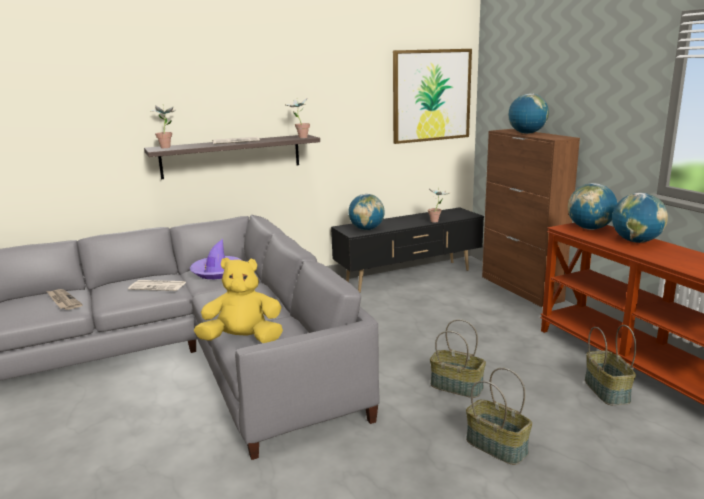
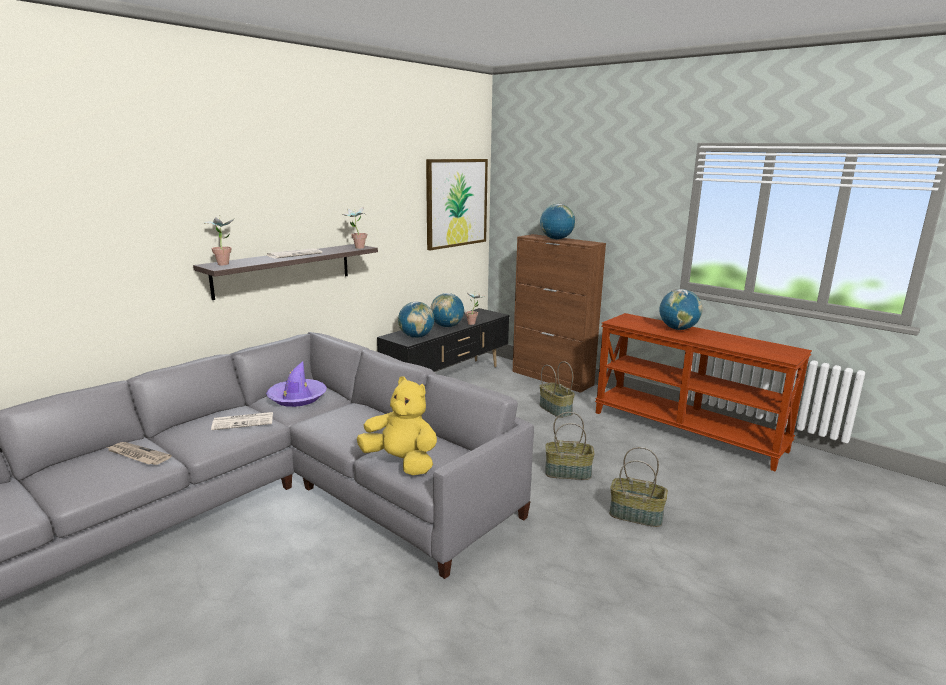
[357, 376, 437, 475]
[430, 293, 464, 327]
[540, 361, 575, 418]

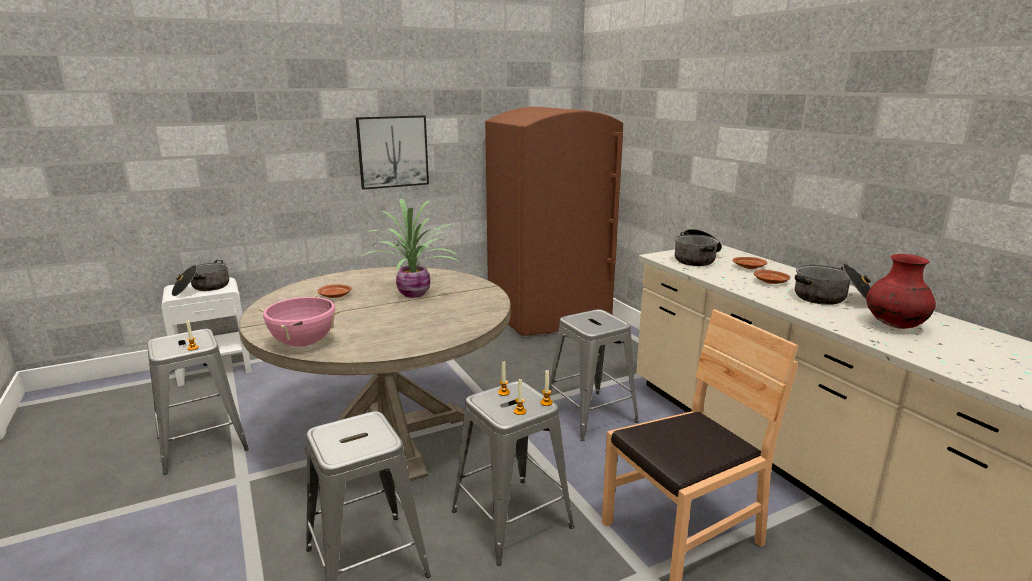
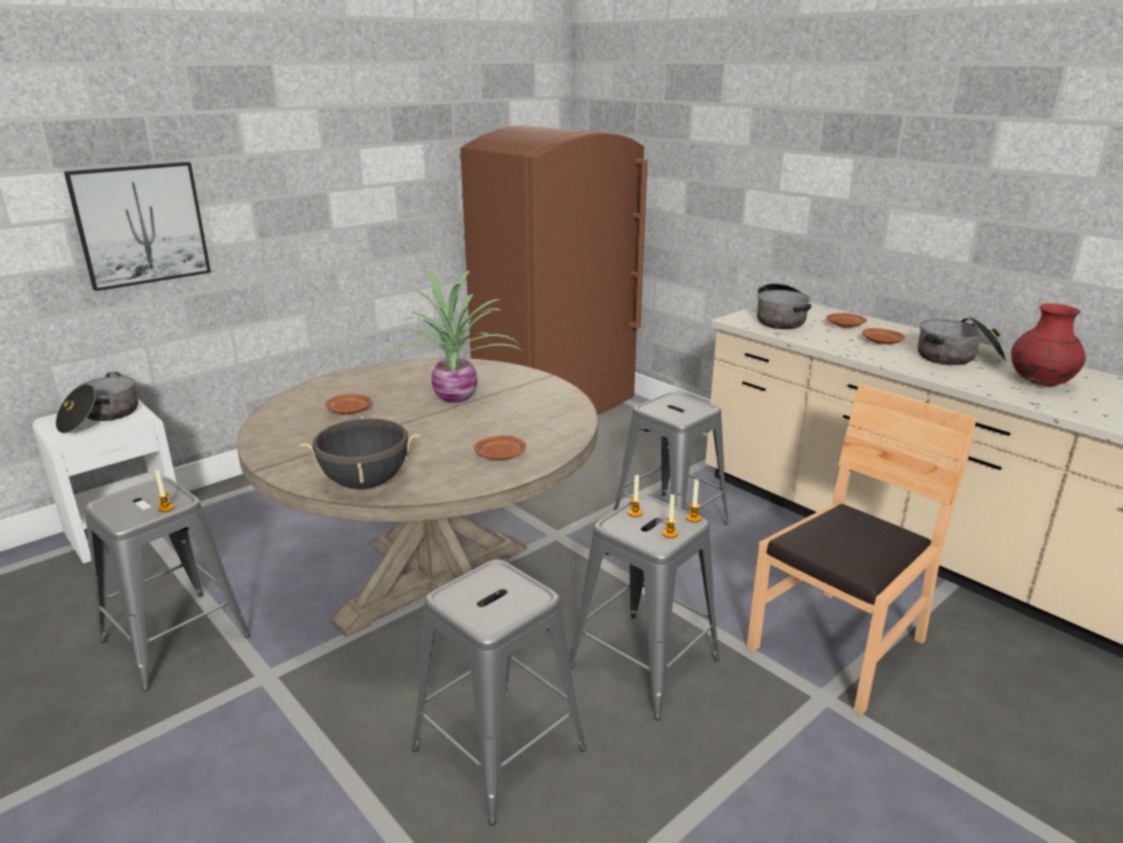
[64, 162, 211, 291]
[300, 416, 420, 489]
[474, 436, 526, 460]

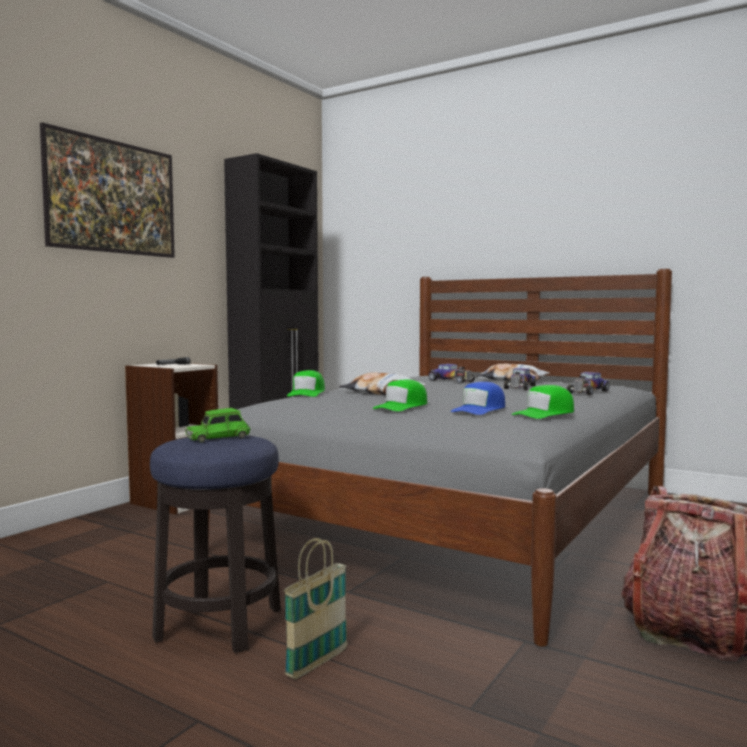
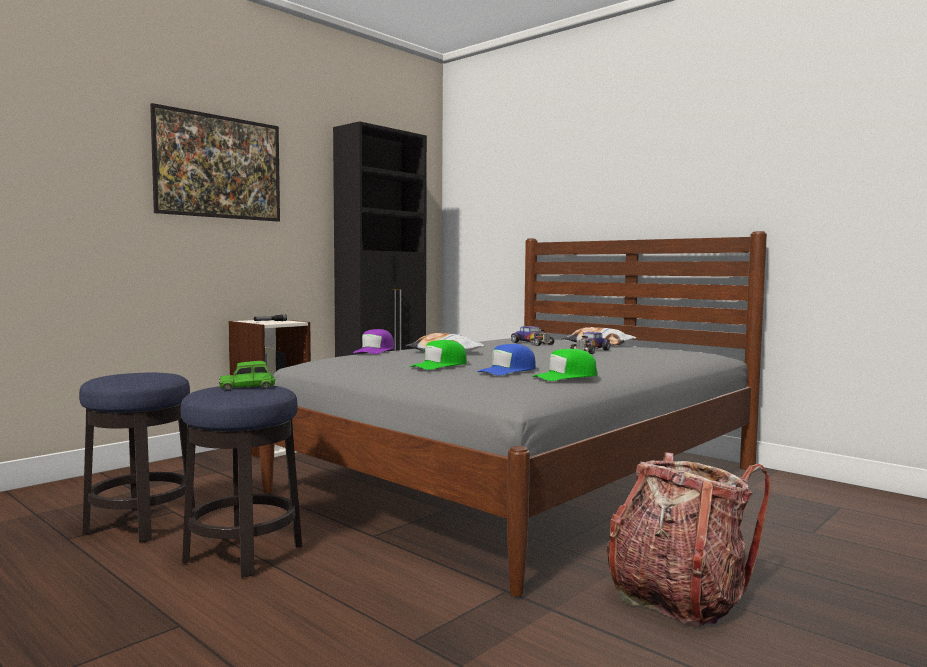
[79, 373, 195, 542]
[353, 329, 394, 354]
[284, 538, 348, 679] (first image)
[567, 372, 610, 395] (first image)

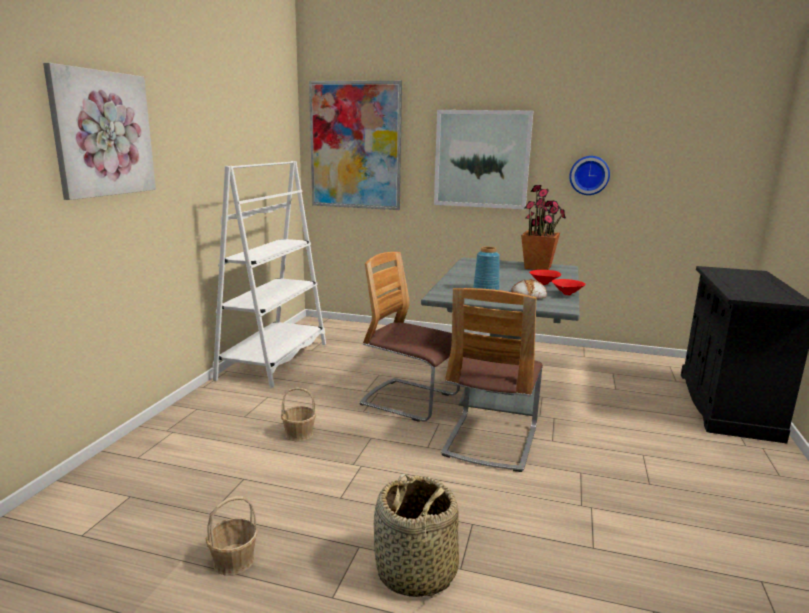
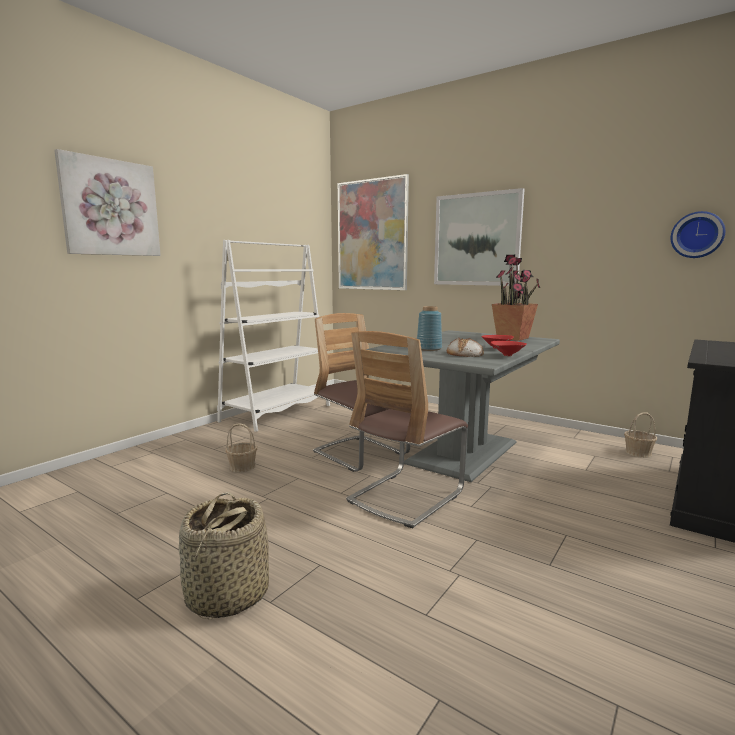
[624, 412, 657, 458]
[671, 211, 725, 258]

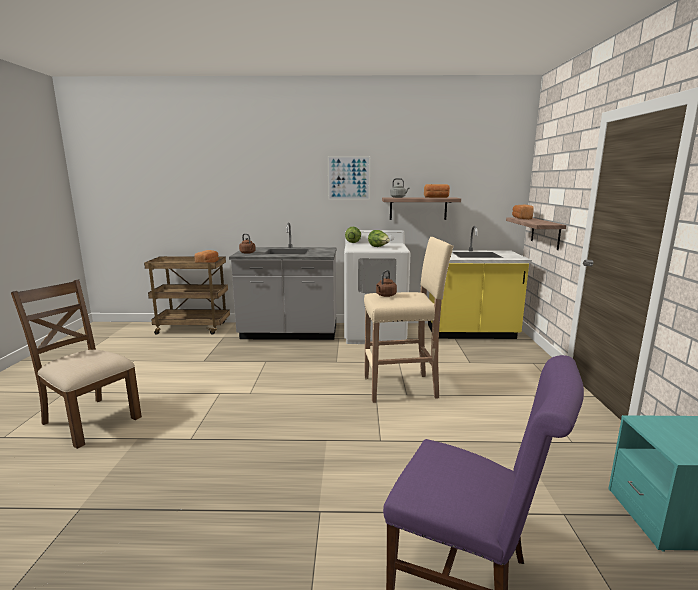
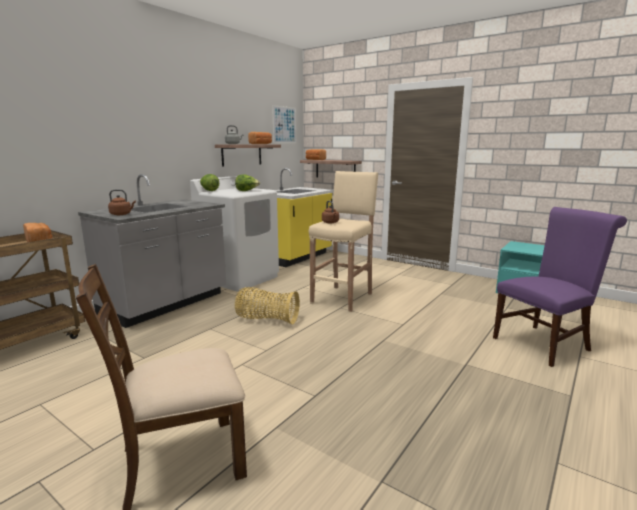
[235, 287, 300, 324]
[272, 105, 296, 143]

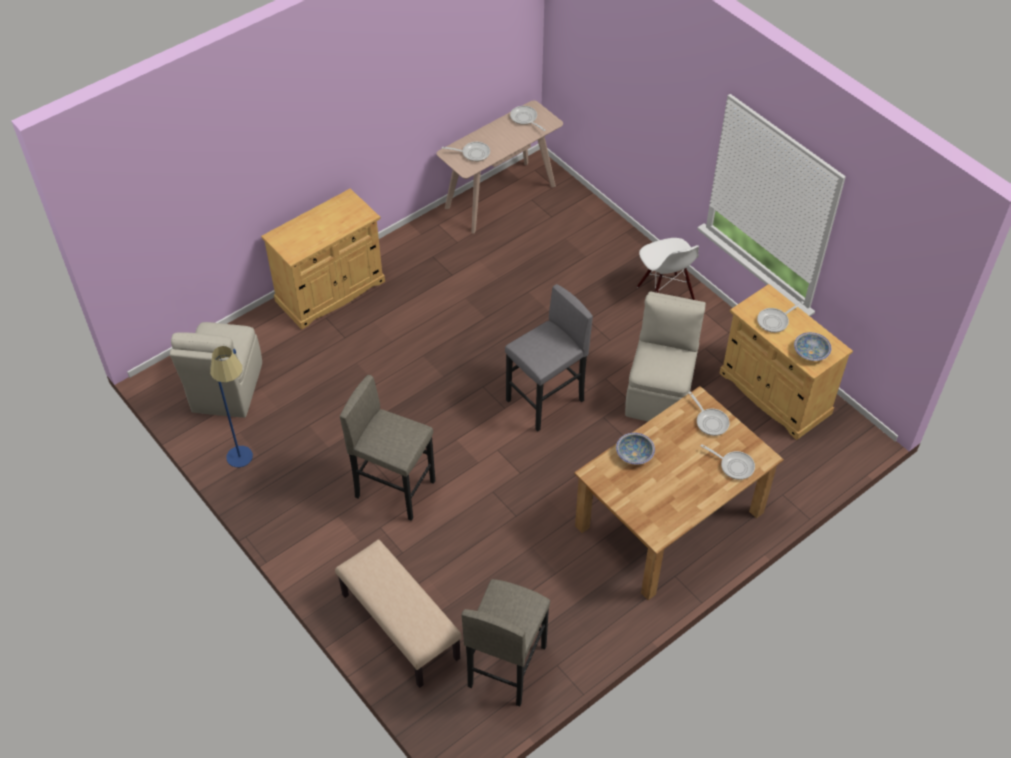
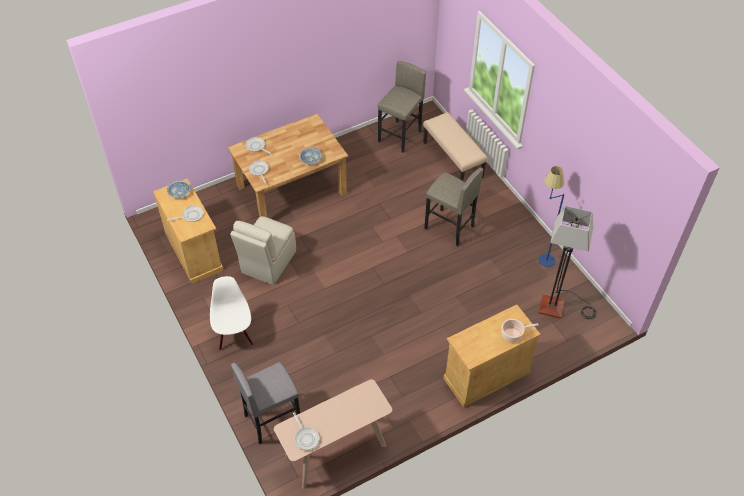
[231, 362, 300, 444]
[502, 319, 538, 342]
[539, 206, 596, 319]
[442, 142, 490, 162] (first image)

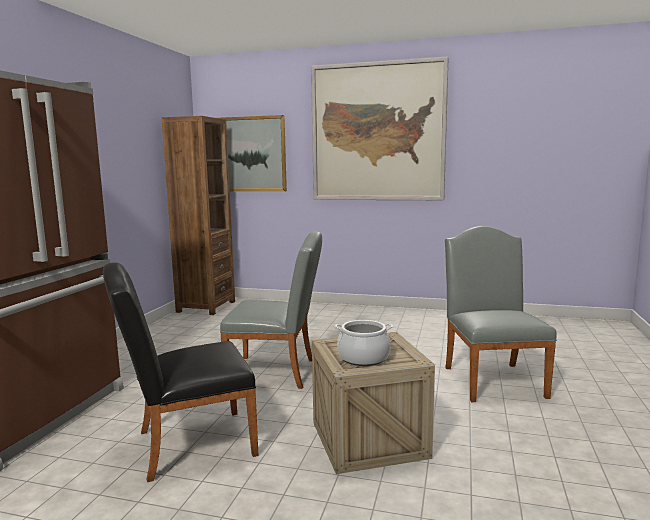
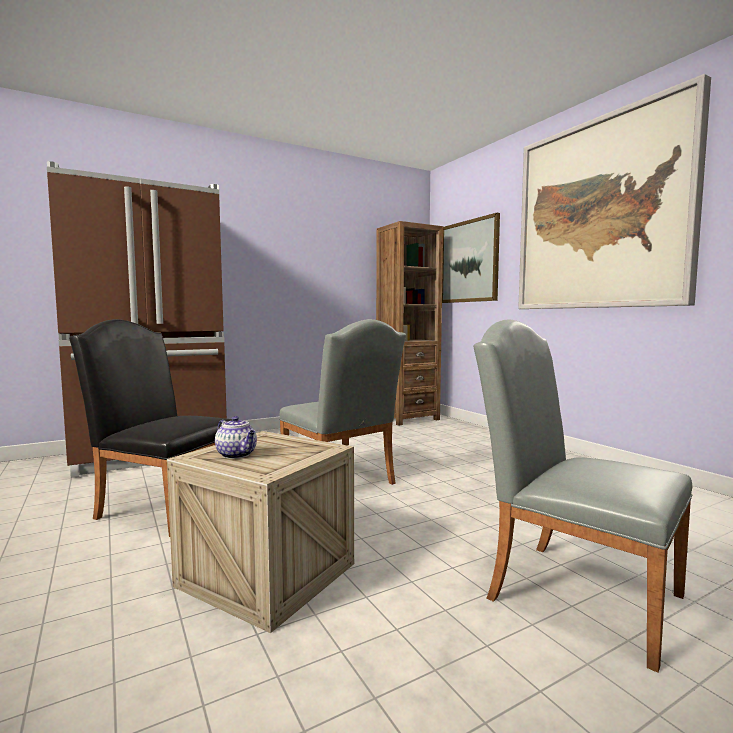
[215, 416, 257, 459]
[473, 320, 692, 673]

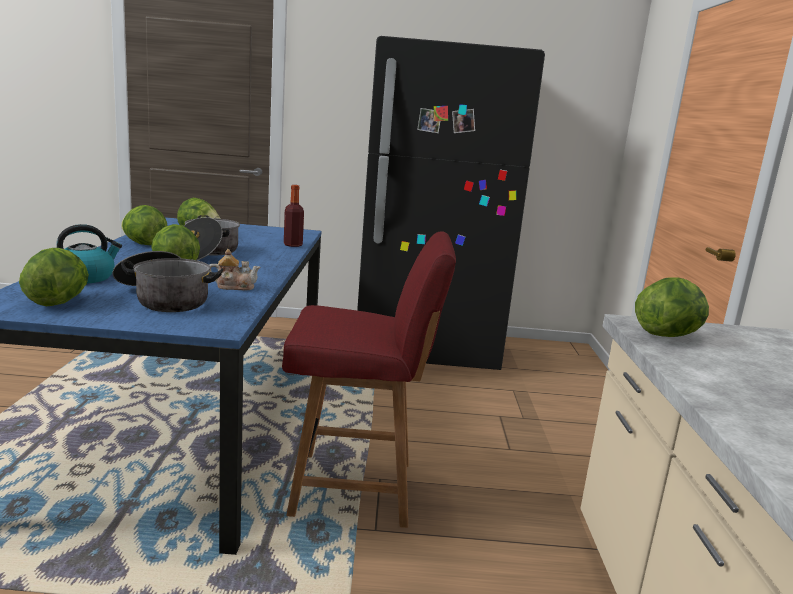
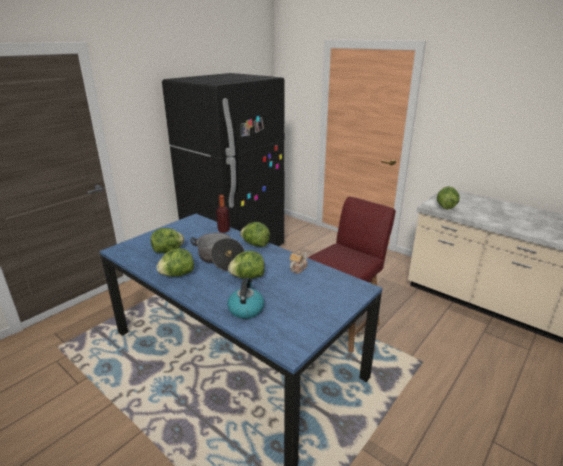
[240, 222, 270, 247]
[113, 251, 223, 312] (first image)

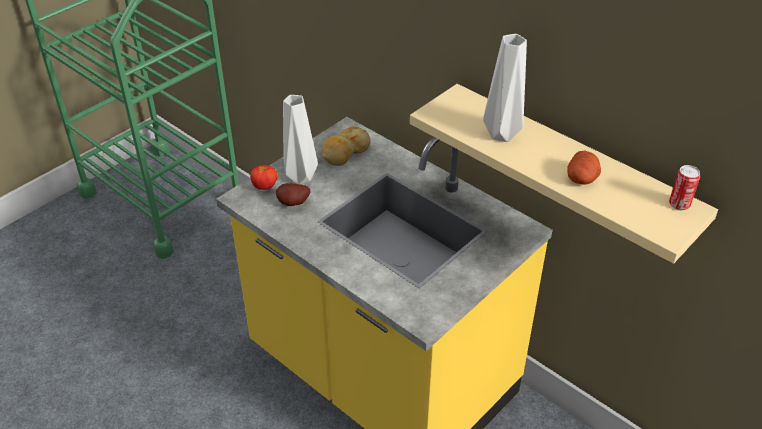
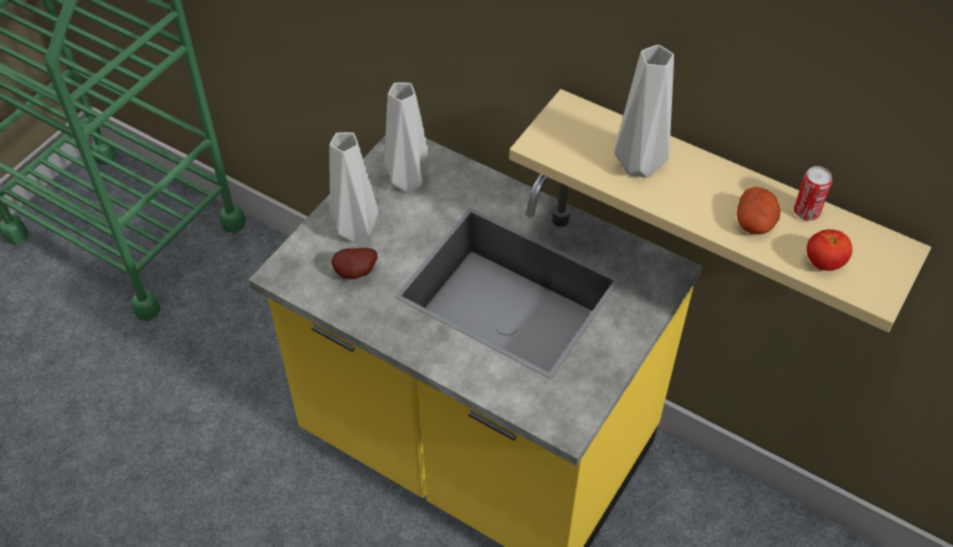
[385, 83, 431, 193]
[794, 166, 832, 220]
[806, 229, 852, 271]

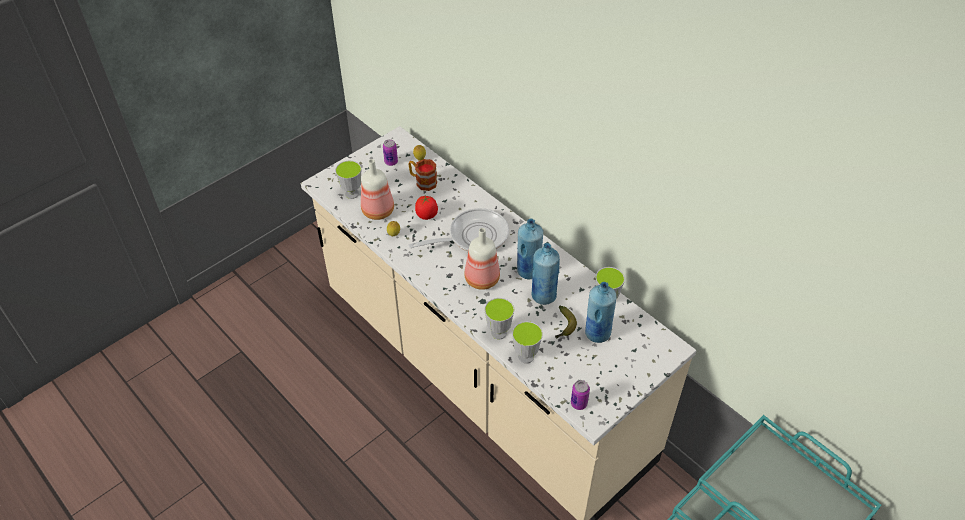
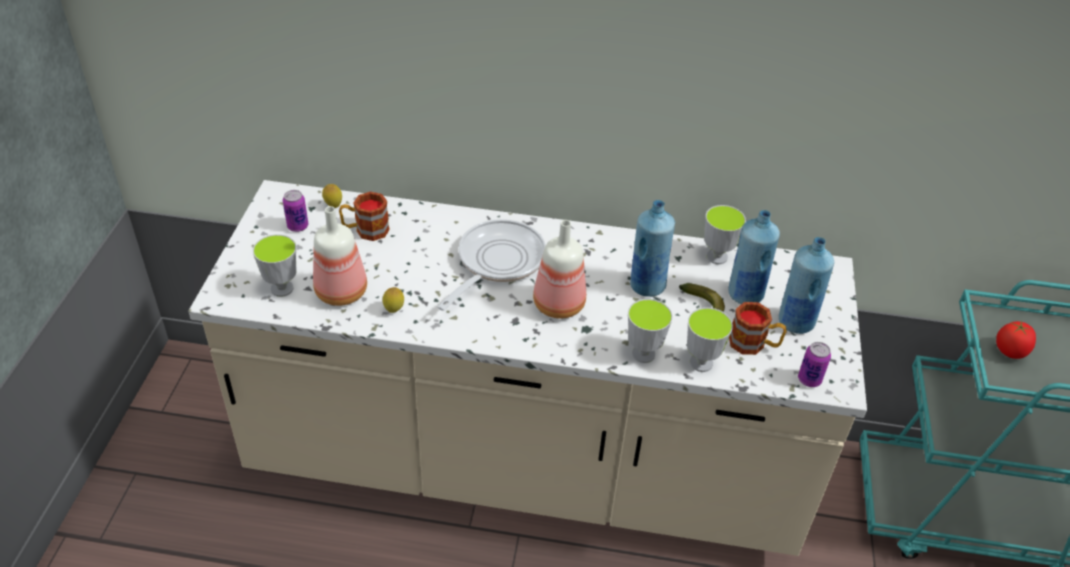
[729, 302, 787, 355]
[779, 237, 834, 334]
[996, 320, 1036, 359]

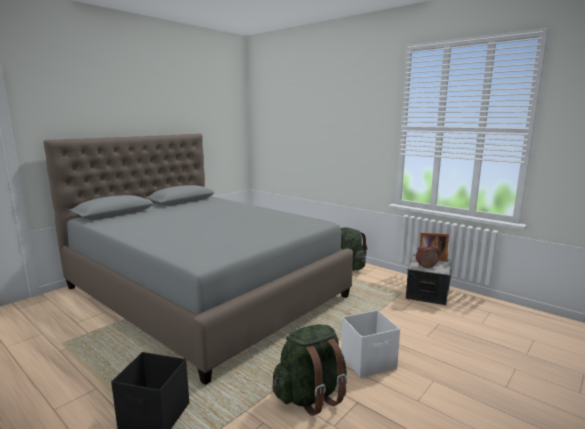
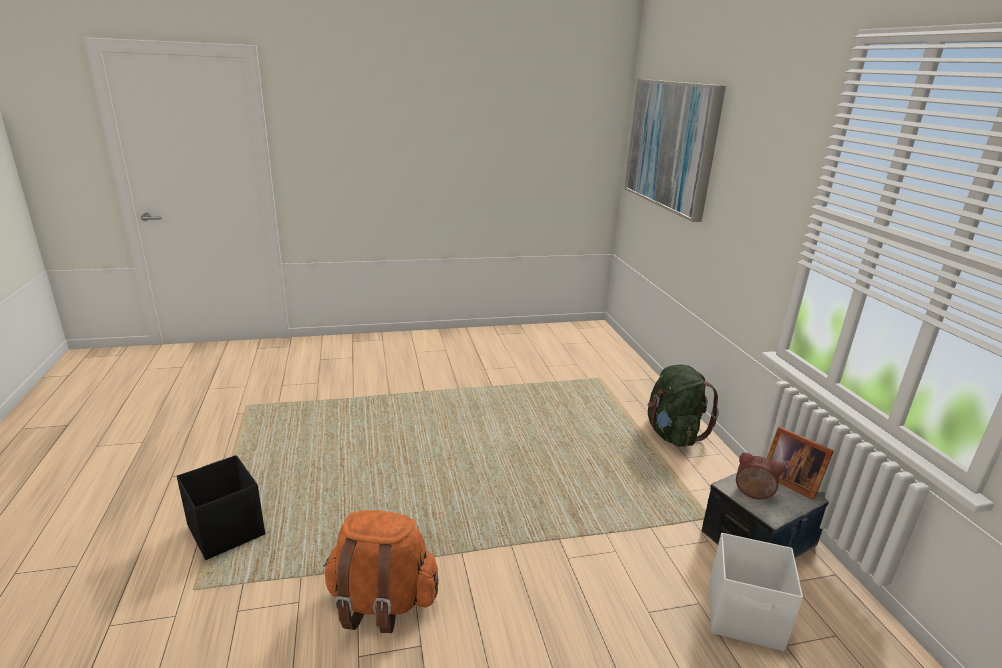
[324, 510, 439, 633]
[625, 79, 726, 222]
[709, 533, 803, 651]
[43, 134, 353, 385] (first image)

